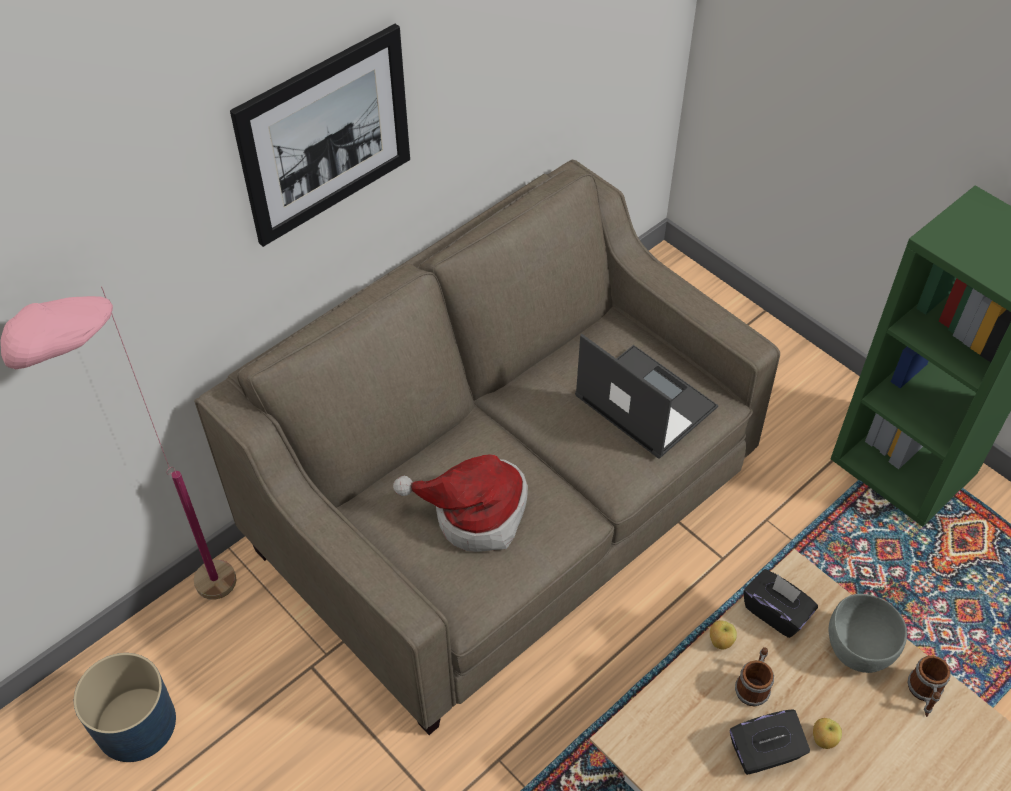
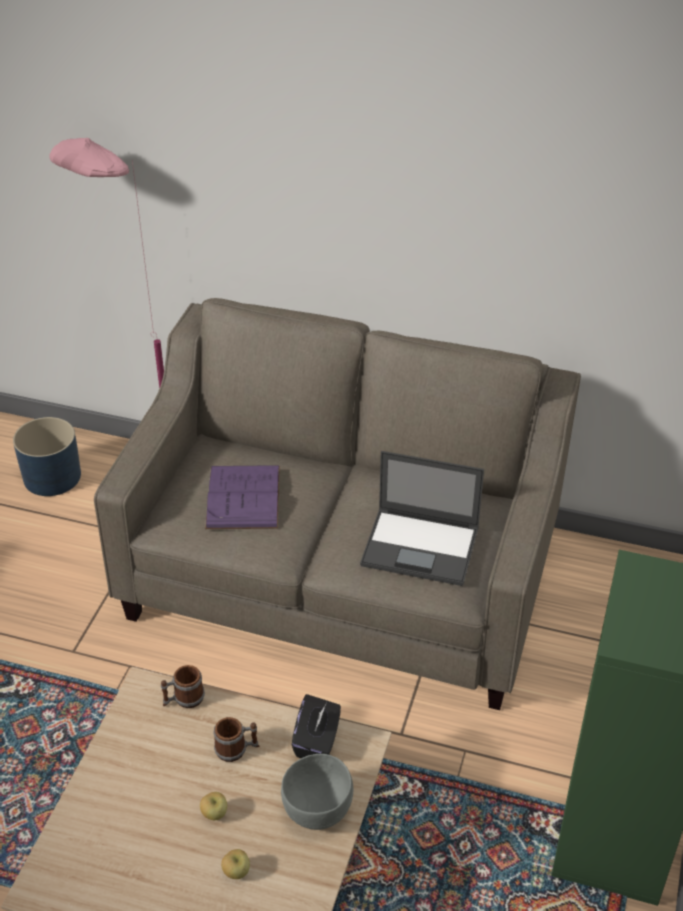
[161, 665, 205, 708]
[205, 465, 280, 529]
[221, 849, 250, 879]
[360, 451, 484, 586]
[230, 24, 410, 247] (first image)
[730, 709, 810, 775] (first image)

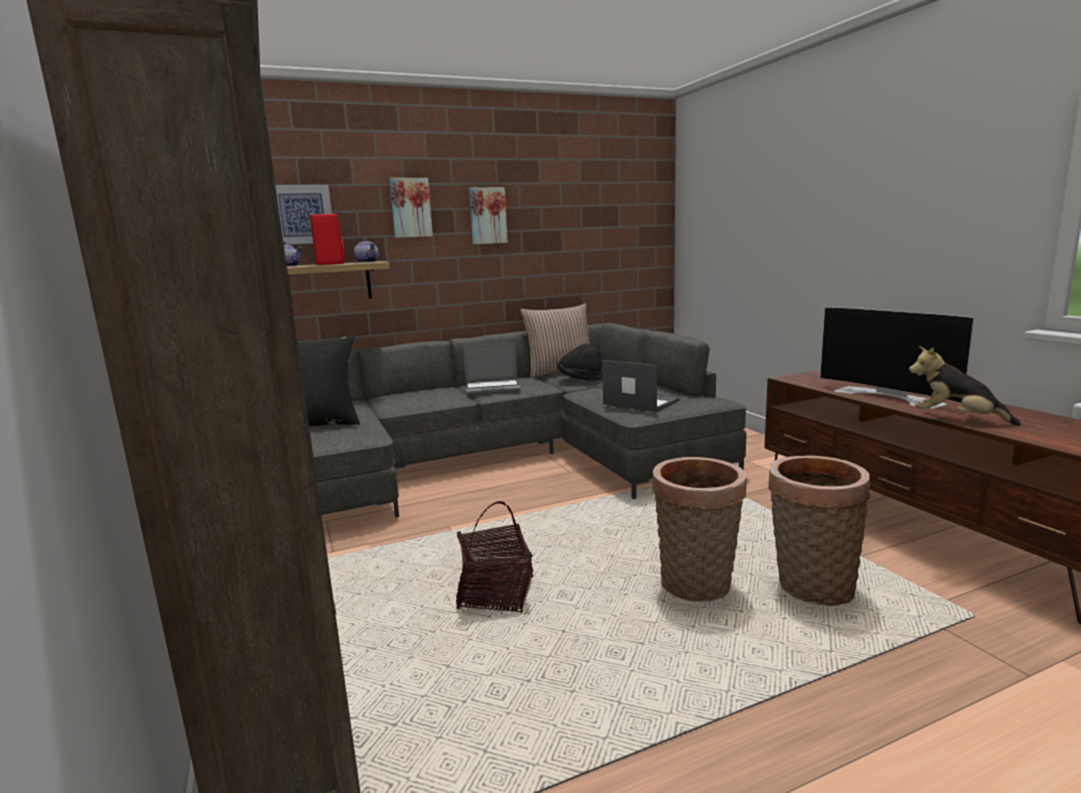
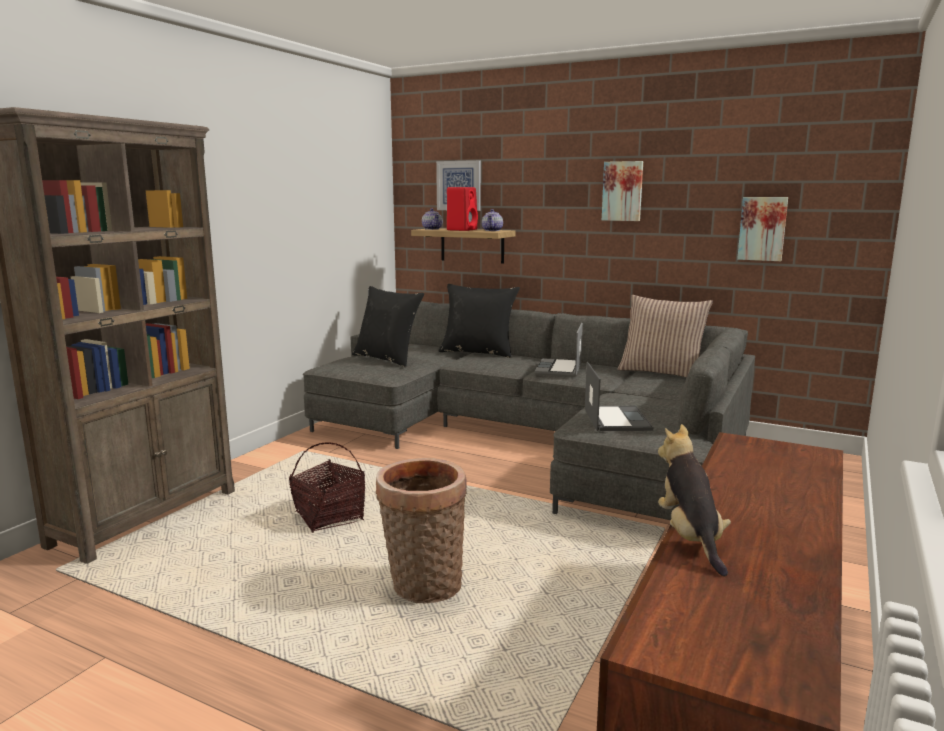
[438, 284, 520, 358]
[535, 323, 583, 377]
[737, 197, 788, 261]
[557, 343, 603, 381] (first image)
[768, 455, 871, 606] (first image)
[820, 307, 975, 409] (first image)

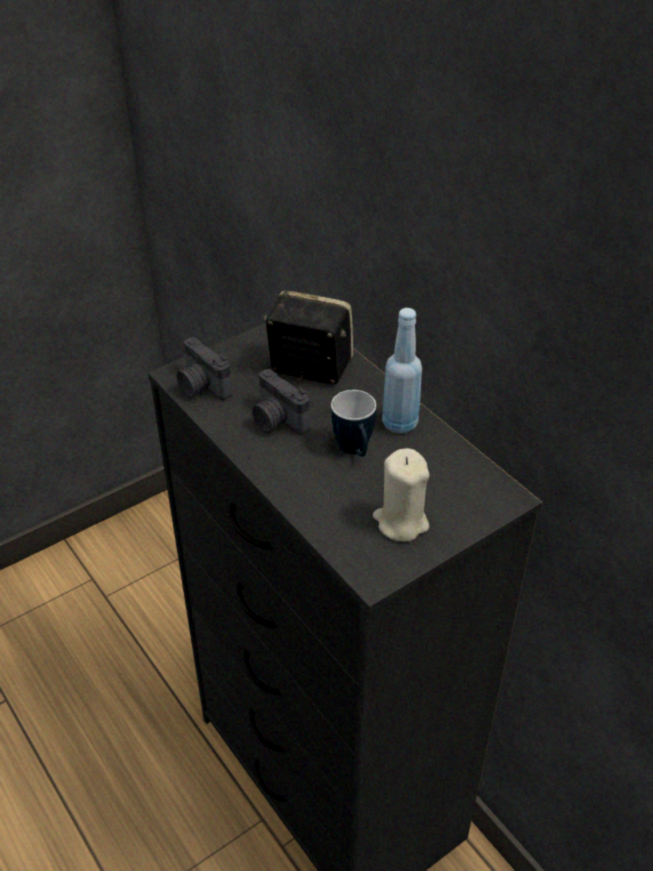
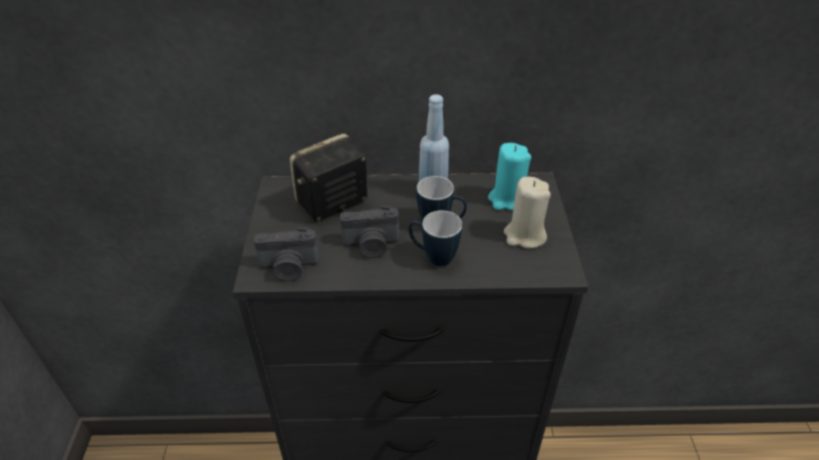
[409, 211, 462, 266]
[488, 143, 531, 210]

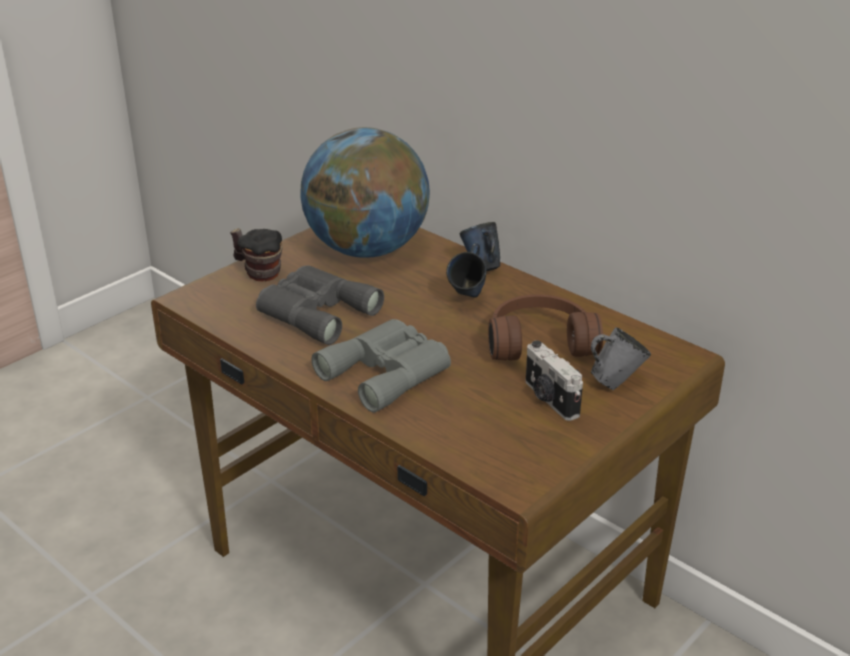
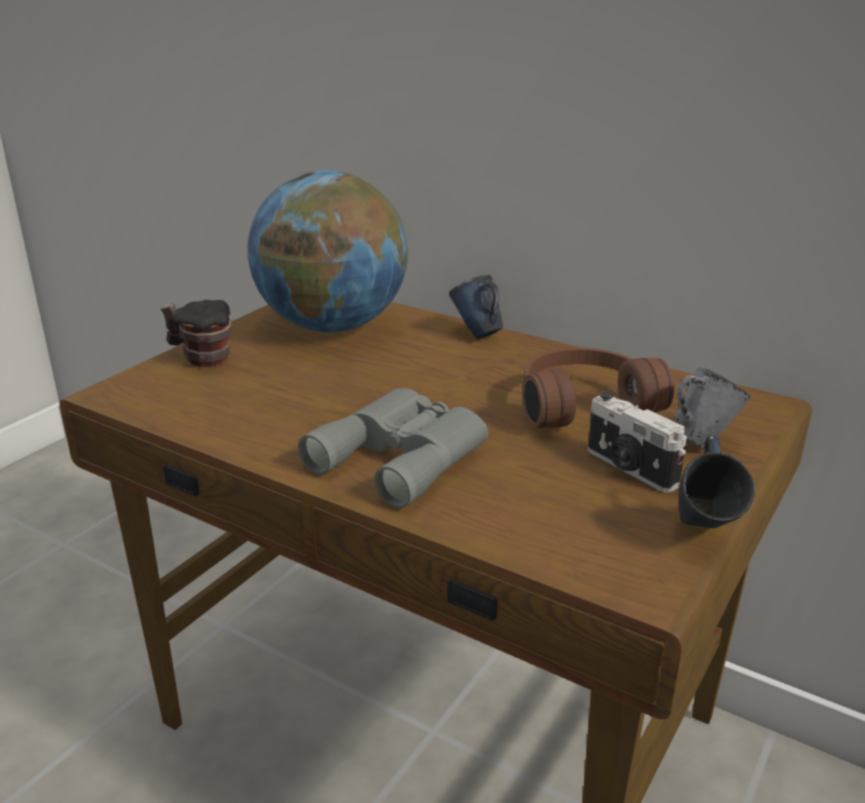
[679, 435, 755, 528]
[256, 265, 384, 345] (first image)

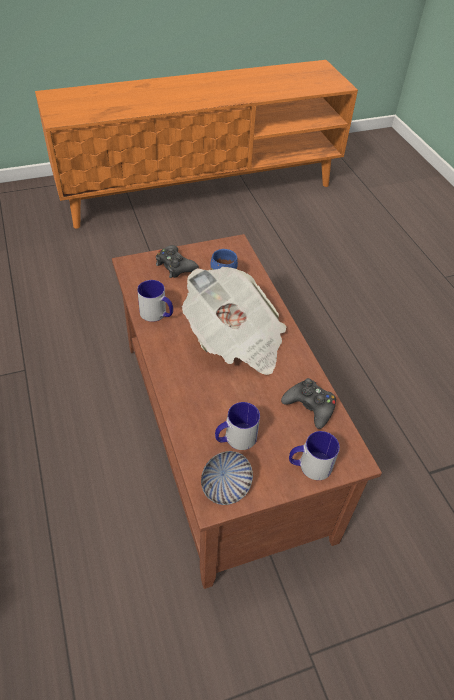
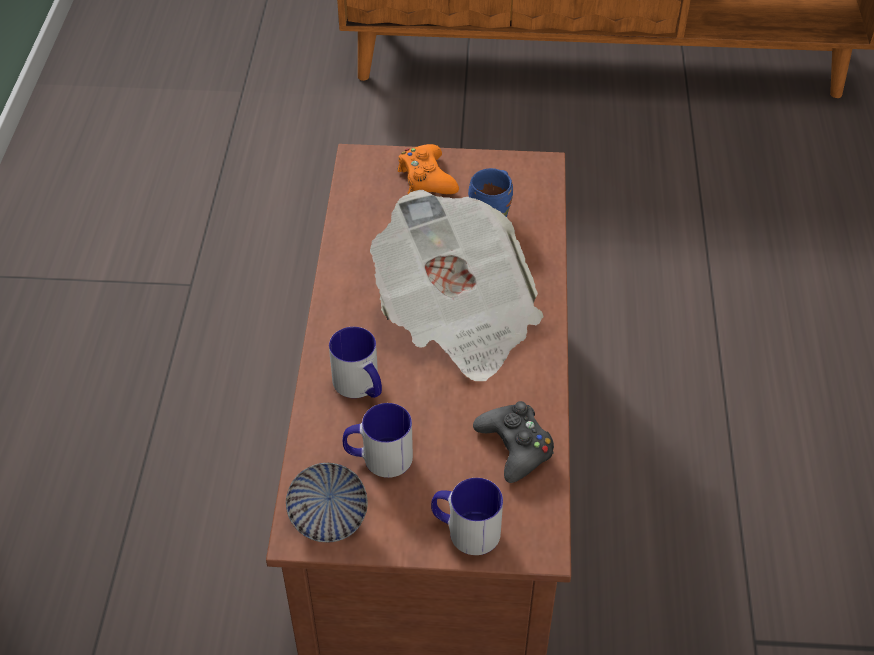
[329, 327, 382, 398]
[397, 144, 459, 194]

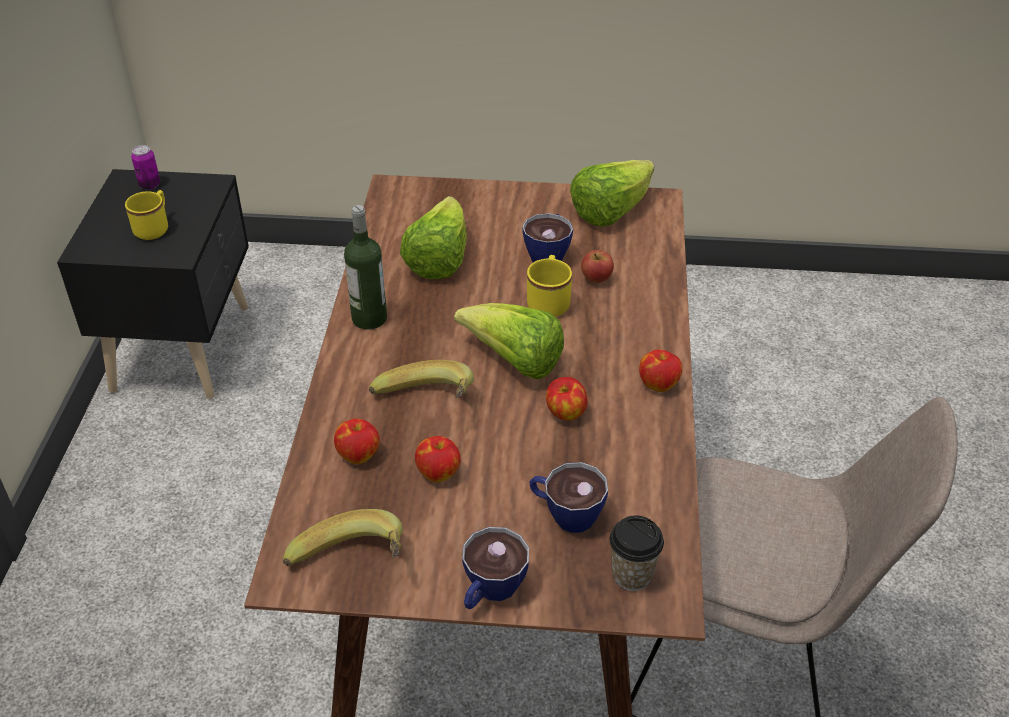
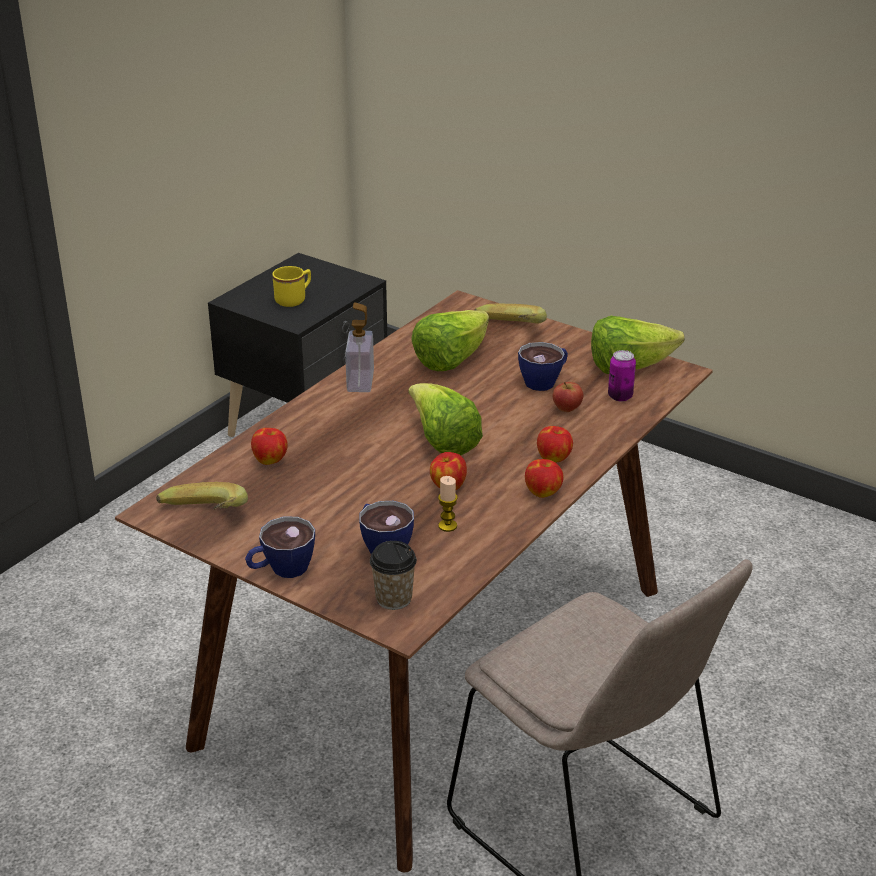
[345, 302, 374, 392]
[438, 476, 458, 532]
[475, 304, 547, 324]
[537, 426, 573, 463]
[608, 350, 636, 402]
[527, 255, 572, 317] (first image)

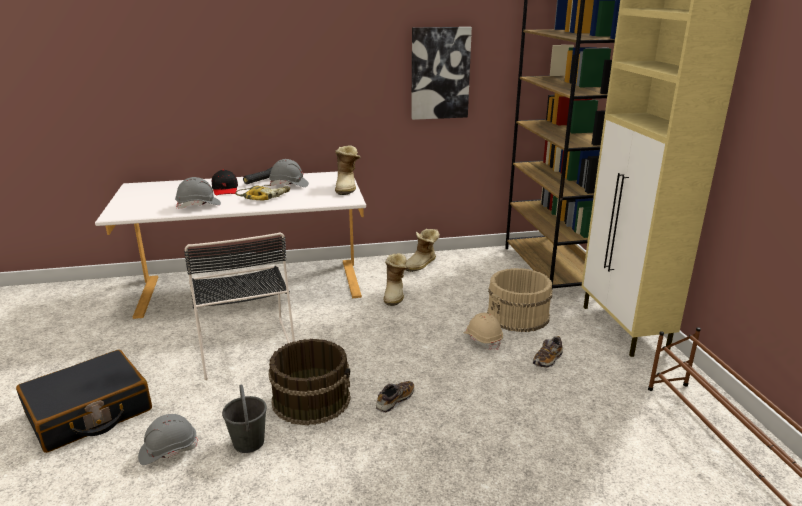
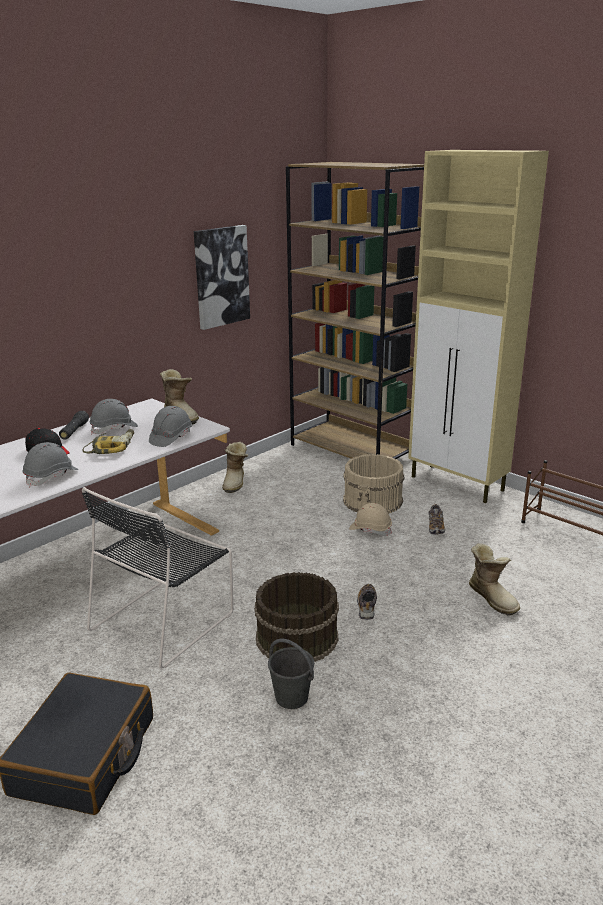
[82, 487, 233, 668]
[149, 406, 192, 447]
[469, 543, 520, 616]

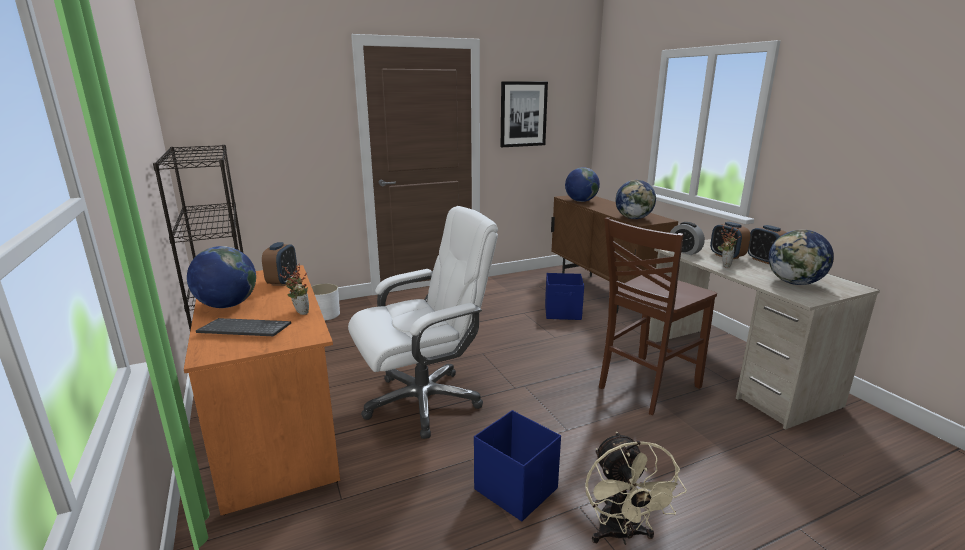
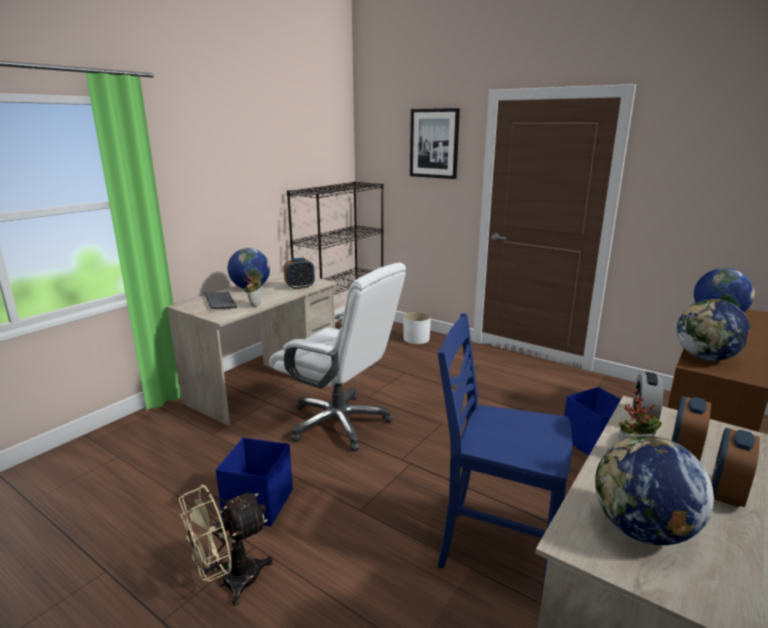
[166, 272, 337, 426]
[410, 108, 460, 179]
[438, 313, 572, 595]

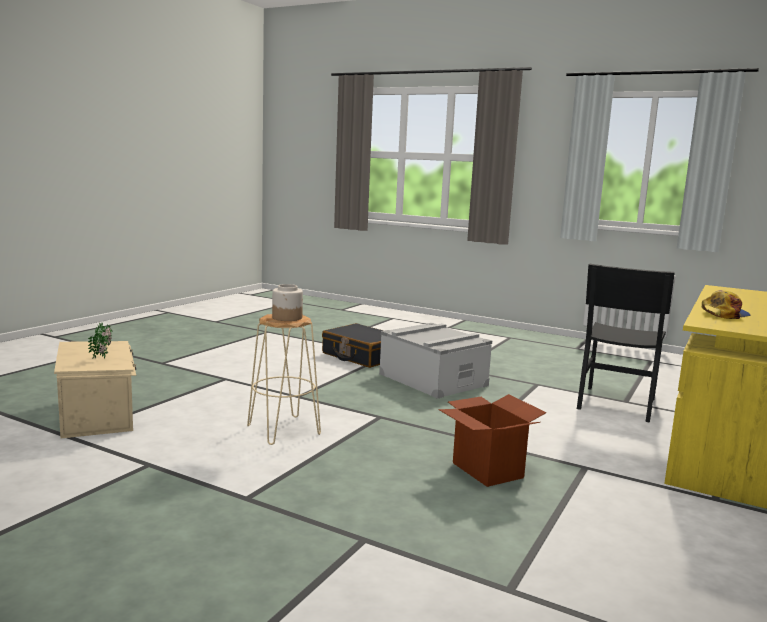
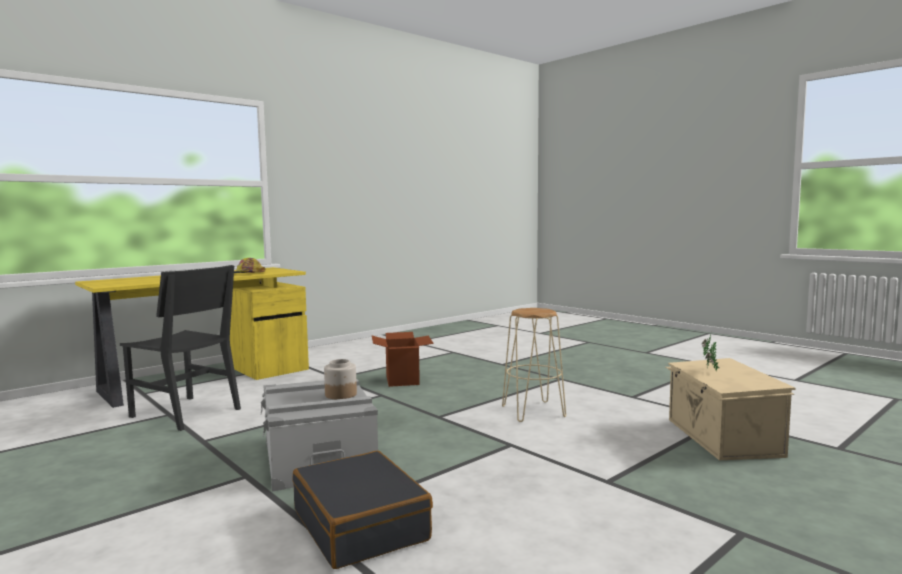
[120, 265, 241, 431]
[324, 359, 357, 399]

